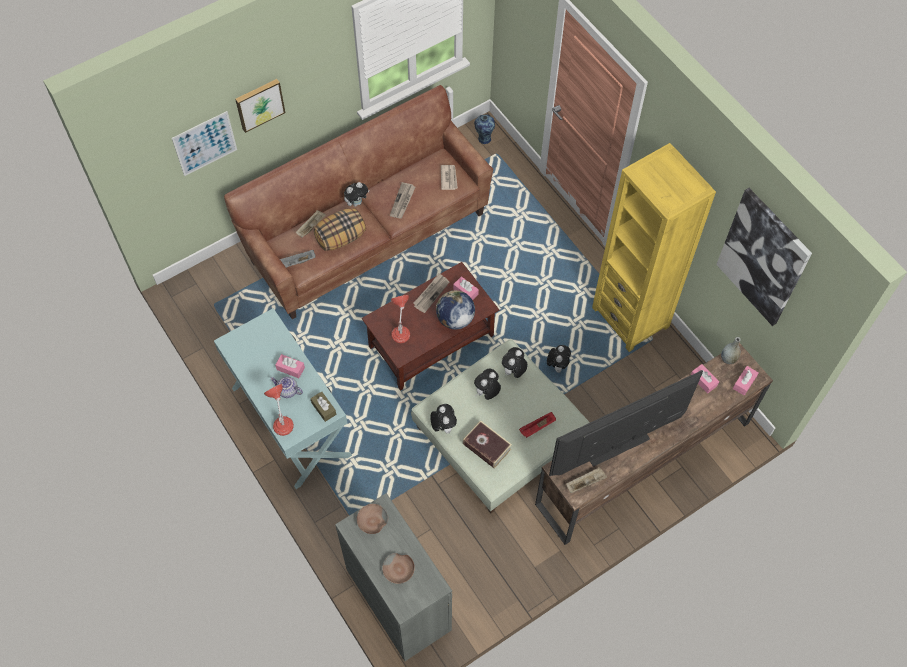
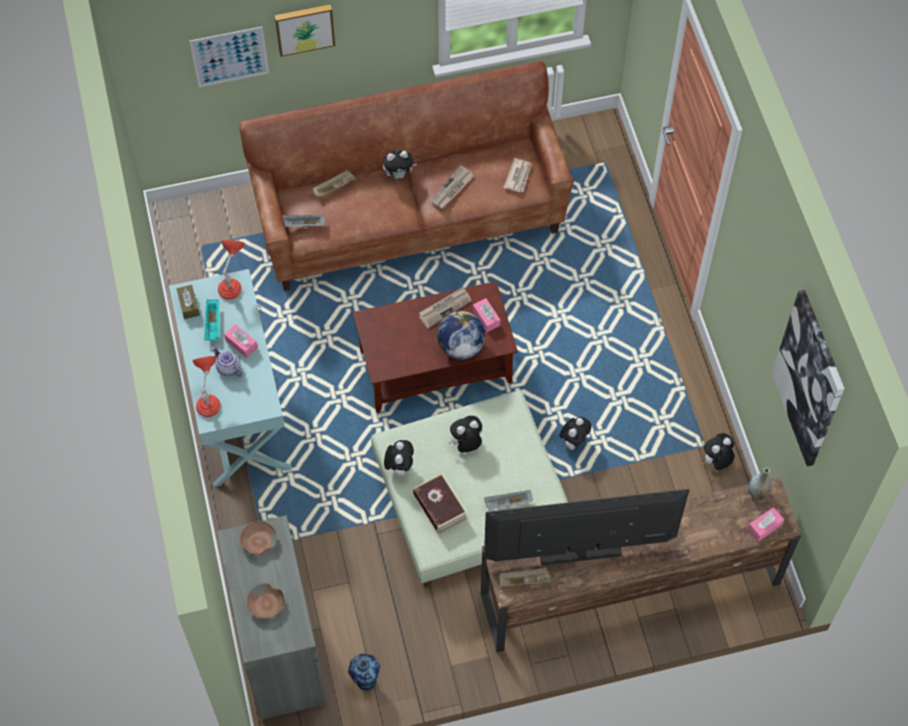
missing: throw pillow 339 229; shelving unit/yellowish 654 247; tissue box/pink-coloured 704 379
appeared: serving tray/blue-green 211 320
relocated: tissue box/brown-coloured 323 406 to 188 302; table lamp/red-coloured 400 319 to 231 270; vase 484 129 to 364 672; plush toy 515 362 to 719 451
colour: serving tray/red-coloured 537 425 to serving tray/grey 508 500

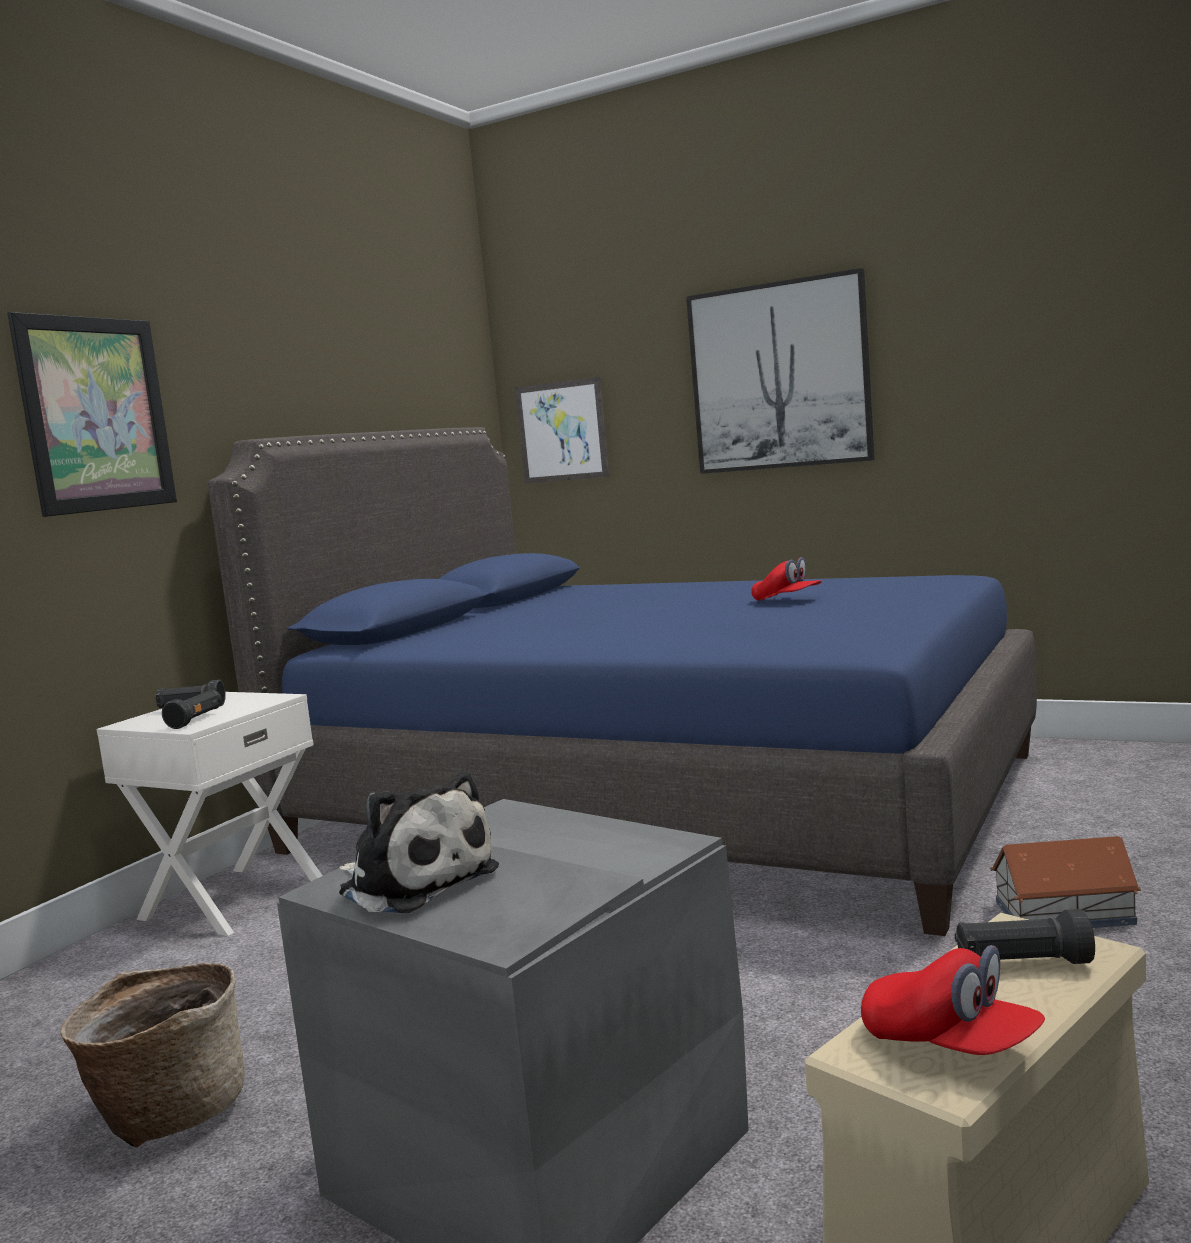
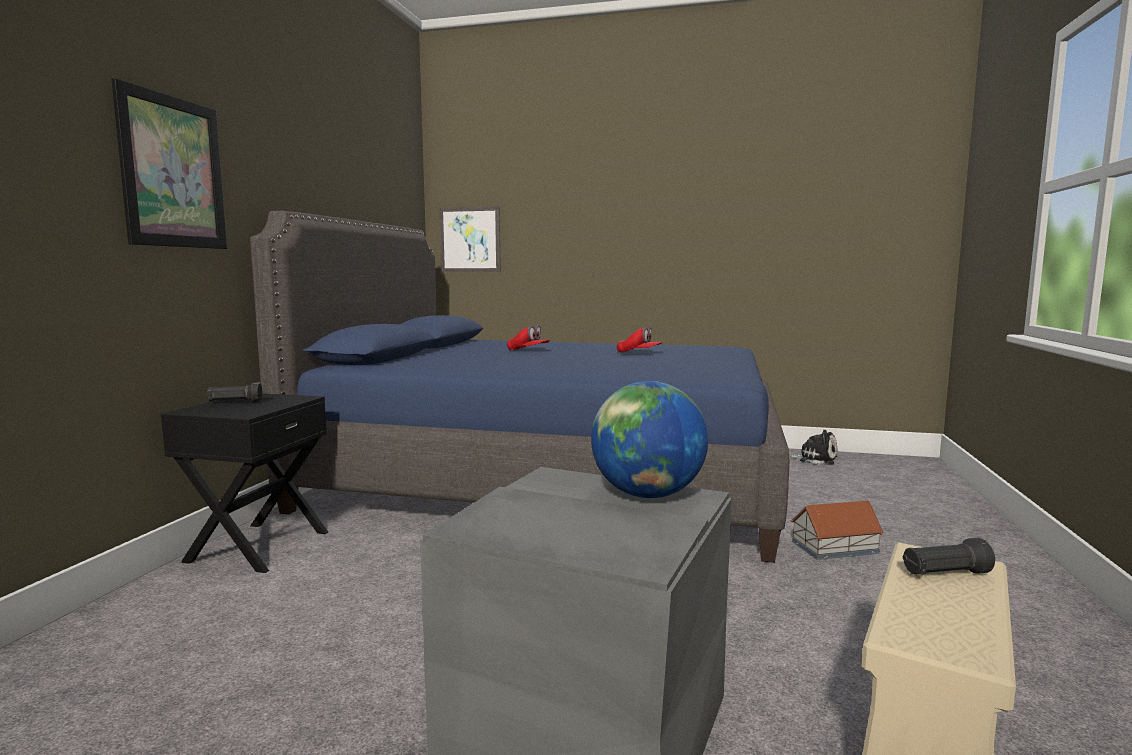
missing: storage basket 152 1055; flashlight/black 192 709; wall picture 780 371
appeared: world globe 649 439
relocated: cap/red-coloured 953 1000 to 528 337; plush toy 419 842 to 813 447
colour: nightstand/white-coloured 209 814 to nightstand/black 245 483

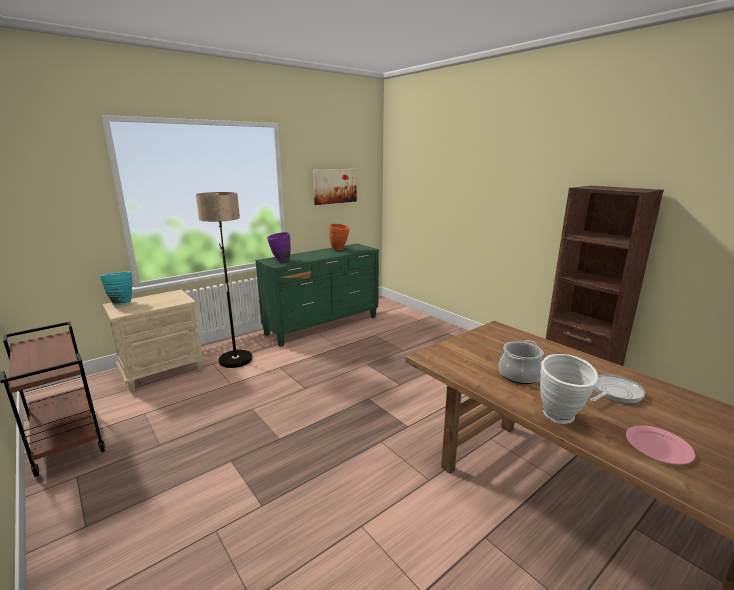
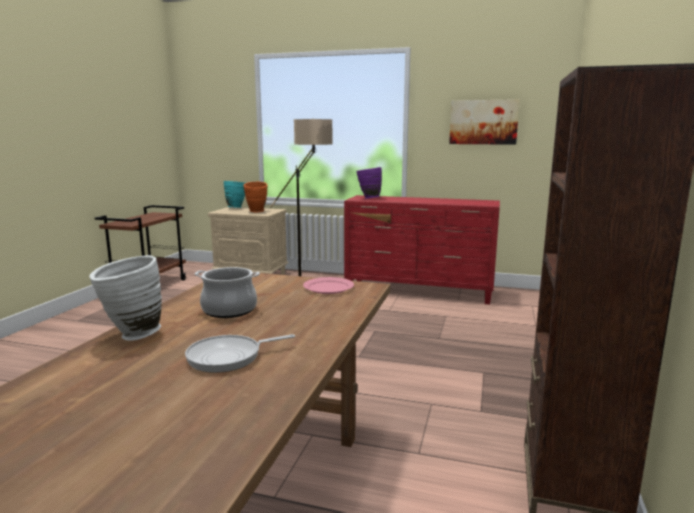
relocated: vase/orange-coloured 339 237 to 255 197; plate/pink-coloured 660 444 to 328 285
colour: dresser/greenish 317 295 to dresser/red-coloured 422 250
spun: skillet 617 389 = 240 353 135 degrees clockwise

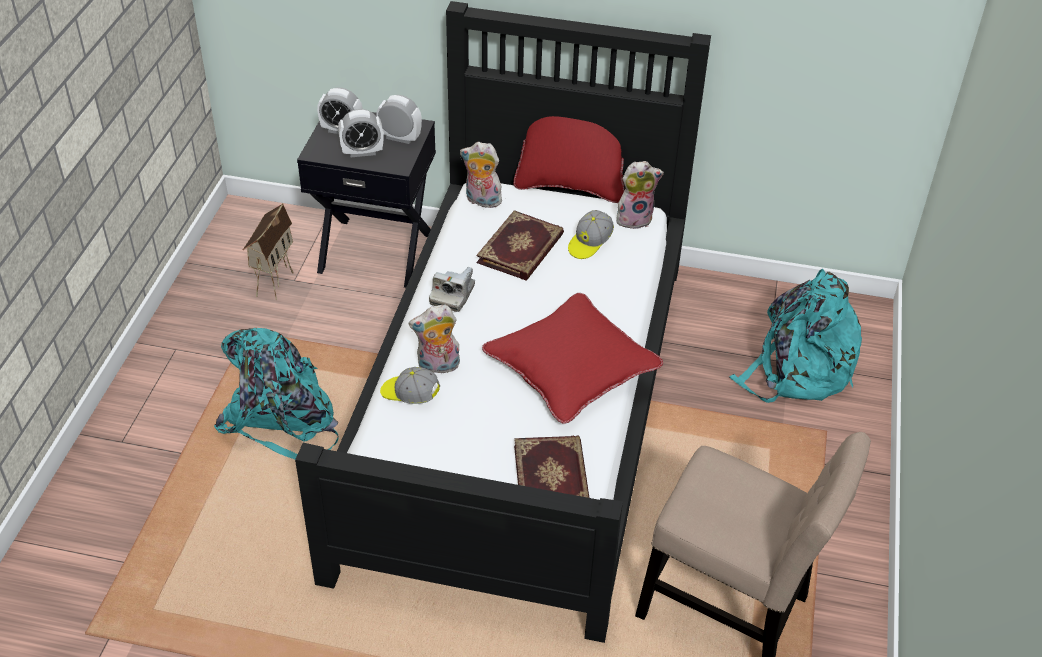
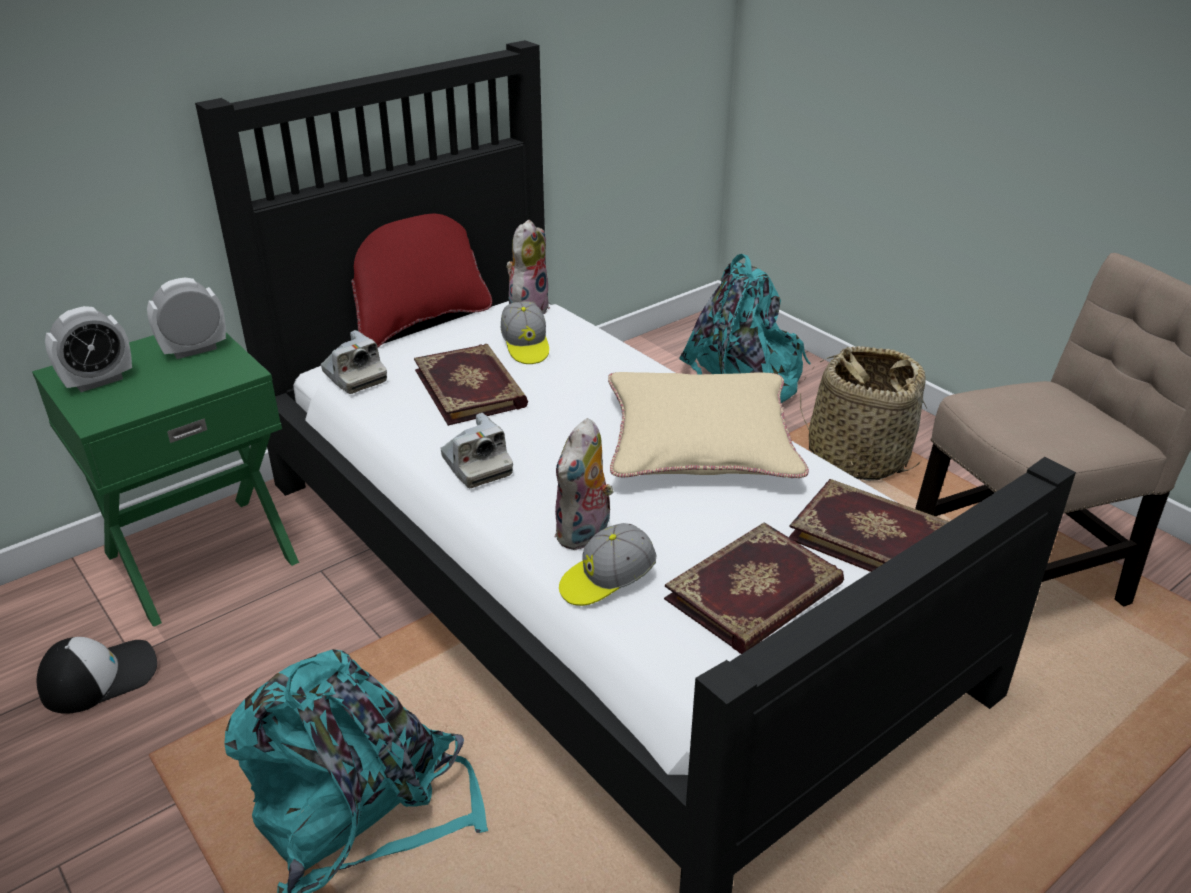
missing: bedside clock 361 133
appeared: book 754 588; storage basket 863 413
exchanged: toy house 268 251 to cap 97 675; plush toy 482 175 to still camera 354 362
colour: nightstand/black 366 200 to nightstand/greenish 165 480; throw pillow/red-coloured 572 358 to throw pillow/sand-coloured 708 425

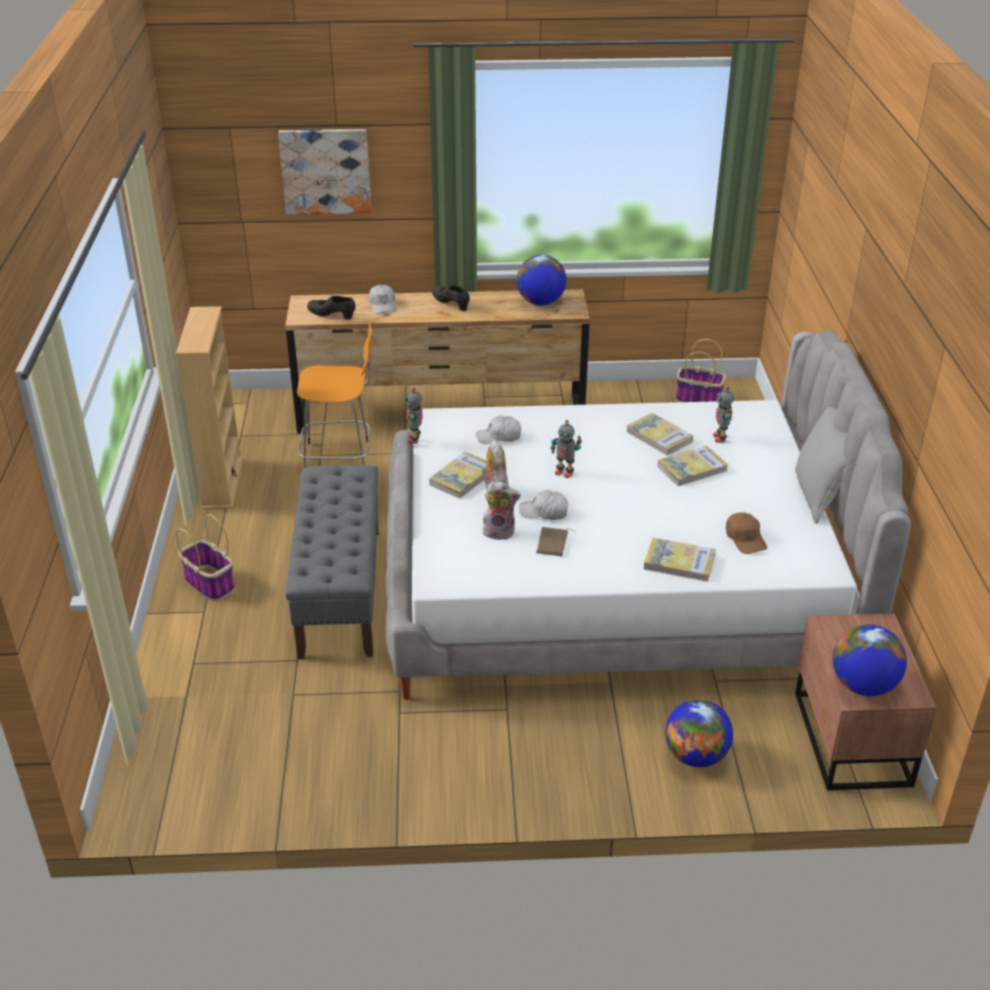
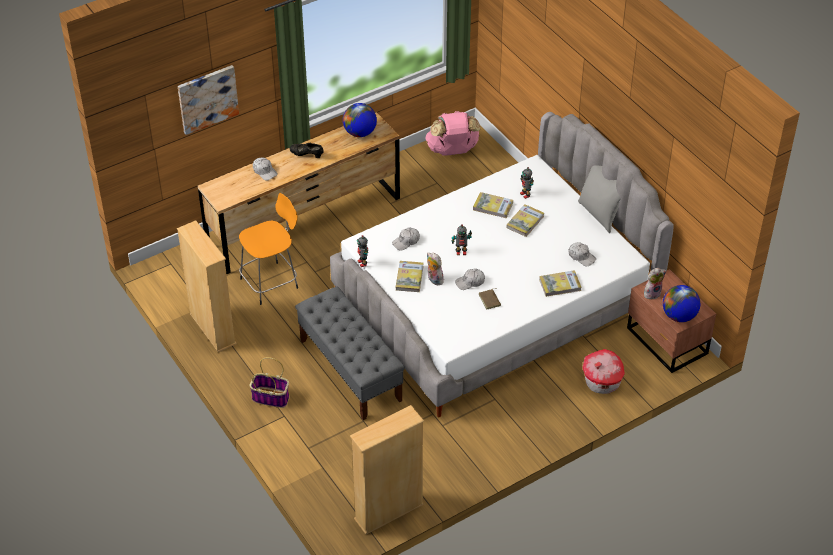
missing: shoe/black 331 308
appeared: shelving unit/sand-coloured 387 470
relocated: plush toy 501 510 to 655 283
exchanged: storage basket 701 370 to backpack/pink-coloured 452 133; world globe 699 733 to toy house 604 371
colour: cap/brown-coloured 746 533 to cap/white-coloured 582 254

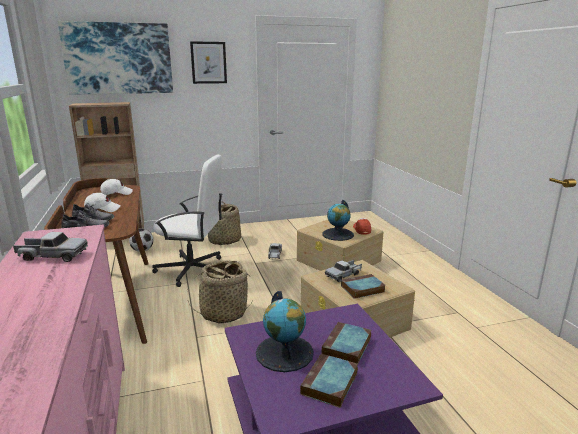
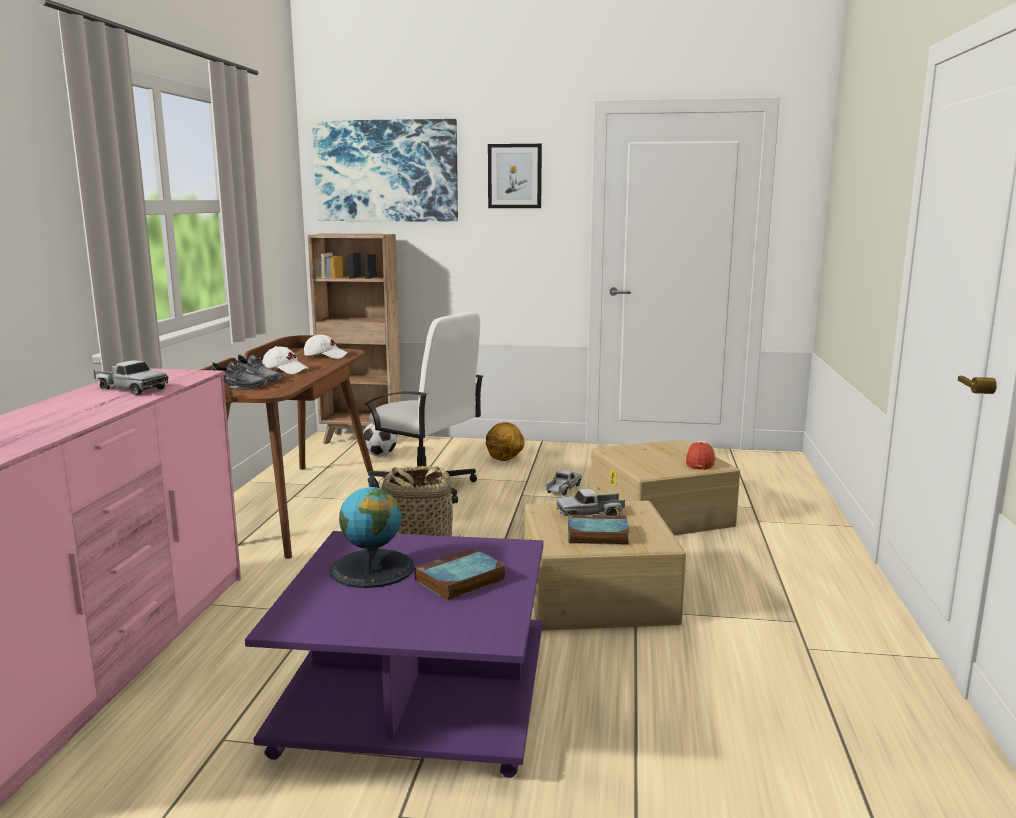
missing: book 329 380; world globe 338 220
exchanged: storage basket 224 223 to ball for basketball 505 441

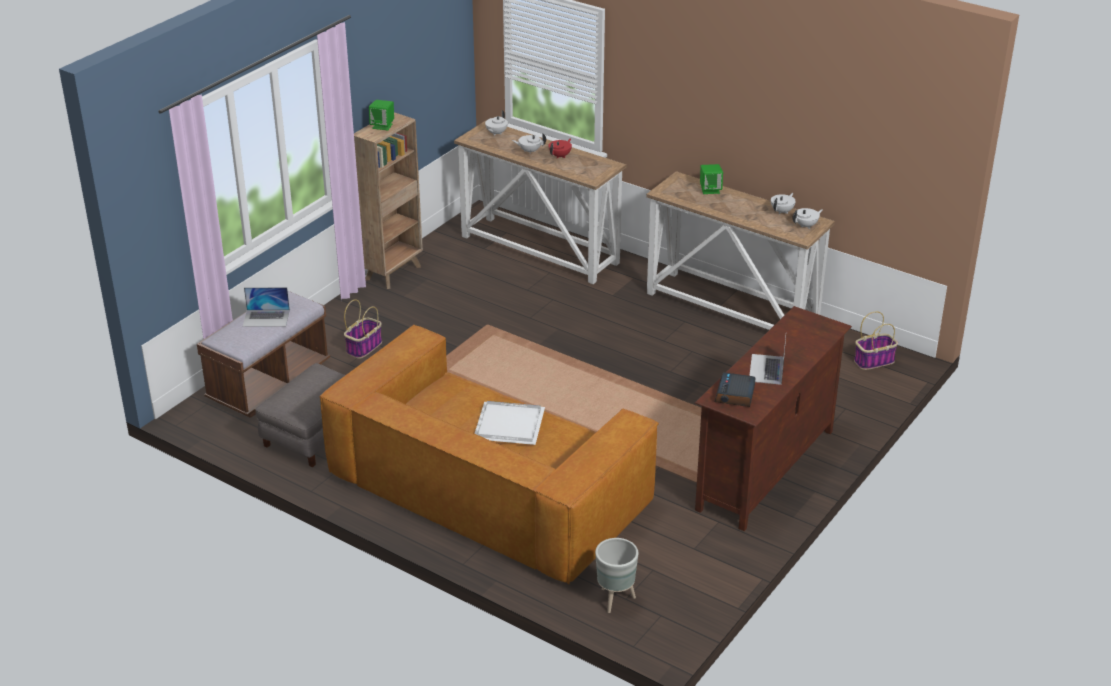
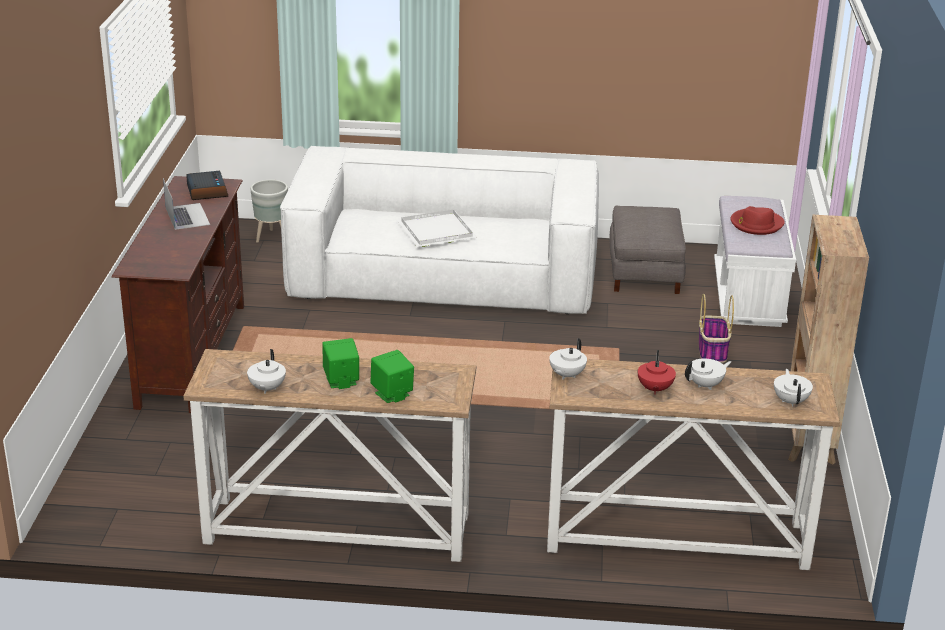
missing: storage basket 876 340
relocated: audio speaker/greenish 381 115 to 340 363; tea pot/white-coloured 807 218 to 568 359
exchanged: notebook computer 266 307 to hat/red-coloured 757 220
colour: sofa/brown-coloured 489 454 to sofa/white-coloured 439 230; long seat/brown-coloured 263 354 to long seat/white-coloured 755 261

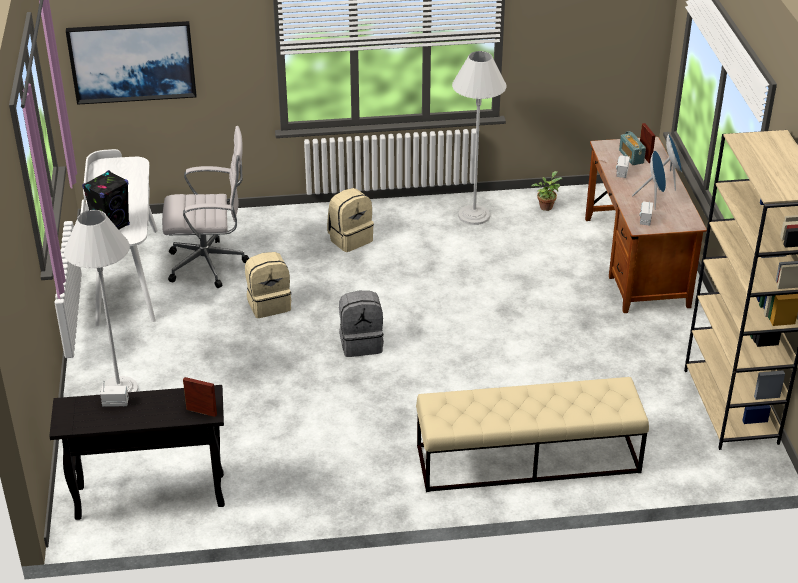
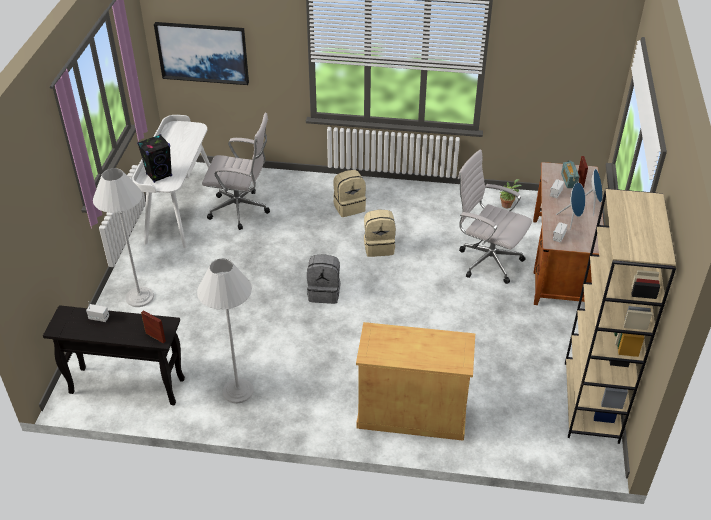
appeared: desk chair/white-coloured 495 216
relocated: floor lamp/white-coloured 479 138 to 225 331; backpack/sand-coloured 268 285 to 380 233
exchanged: long seat/sand-coloured 532 434 to cupboard/sand-coloured 415 381

